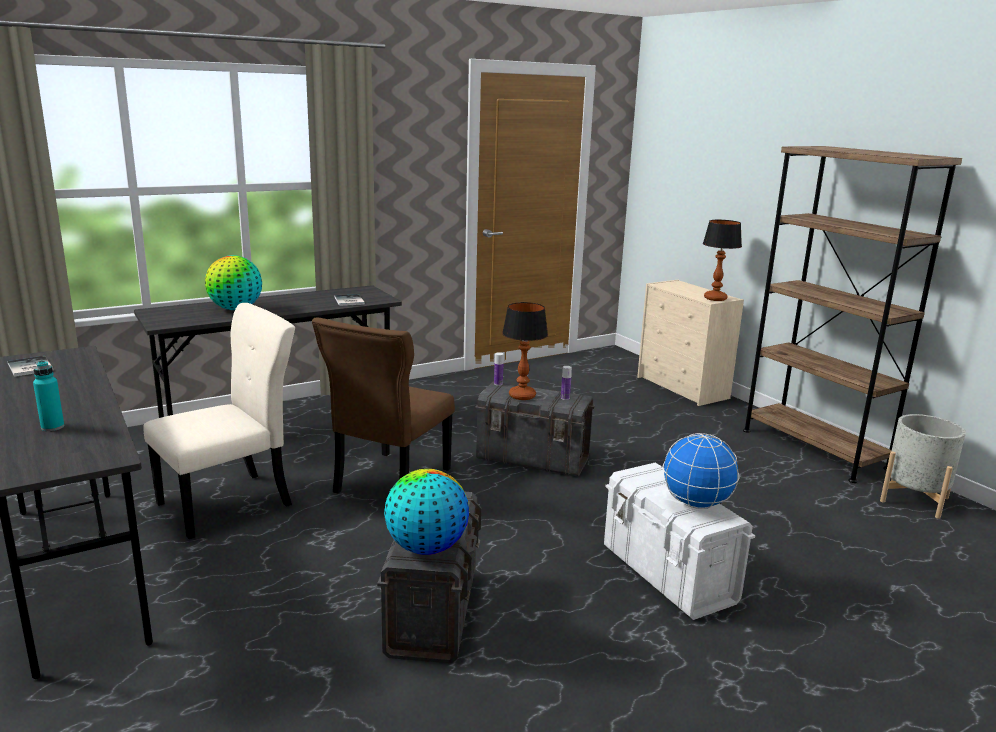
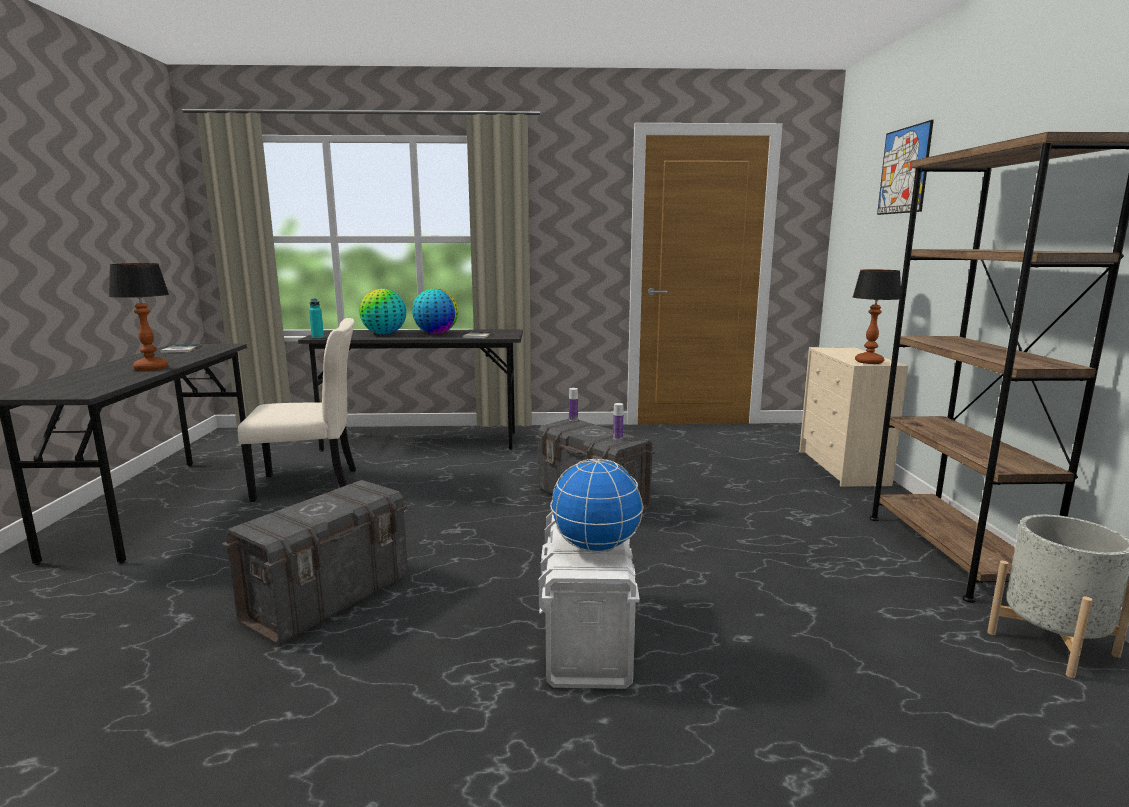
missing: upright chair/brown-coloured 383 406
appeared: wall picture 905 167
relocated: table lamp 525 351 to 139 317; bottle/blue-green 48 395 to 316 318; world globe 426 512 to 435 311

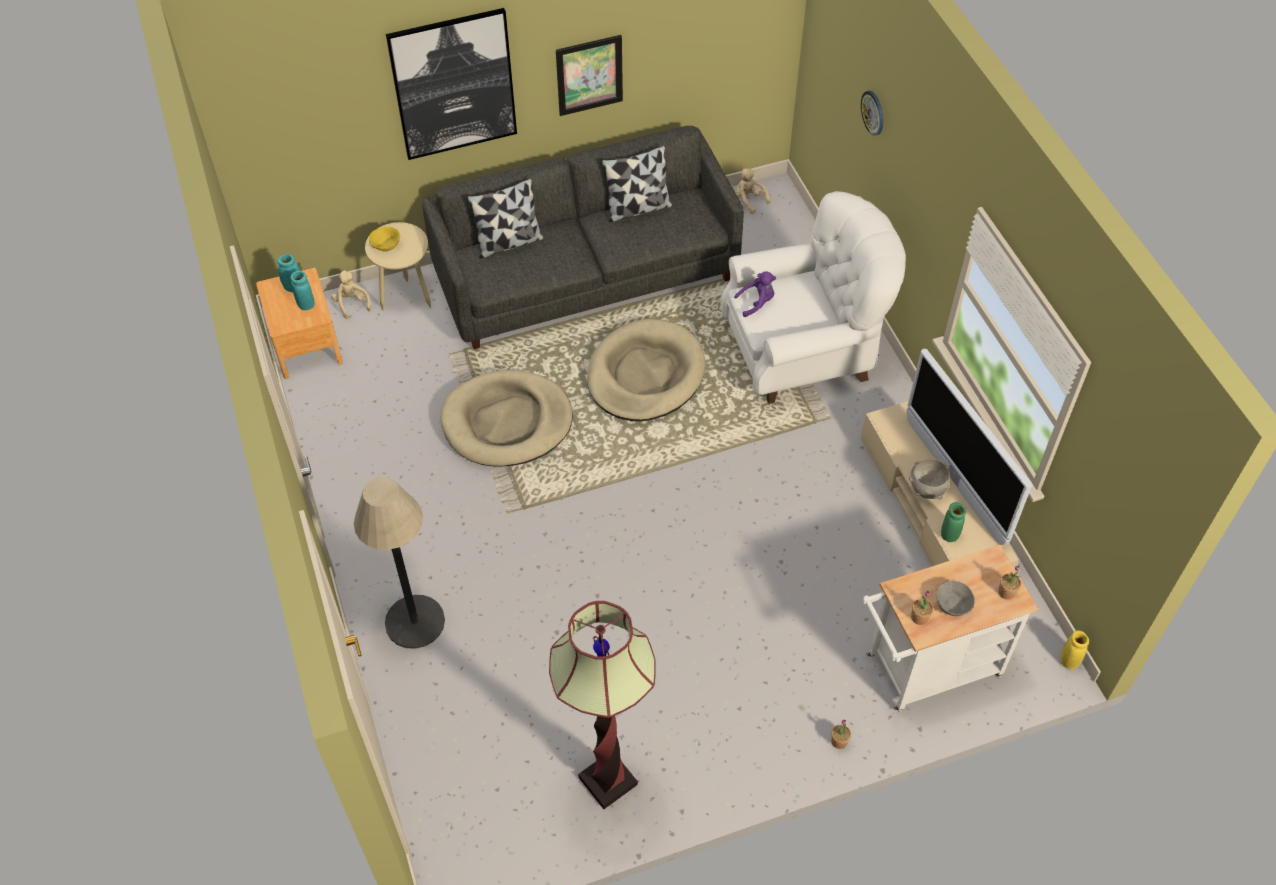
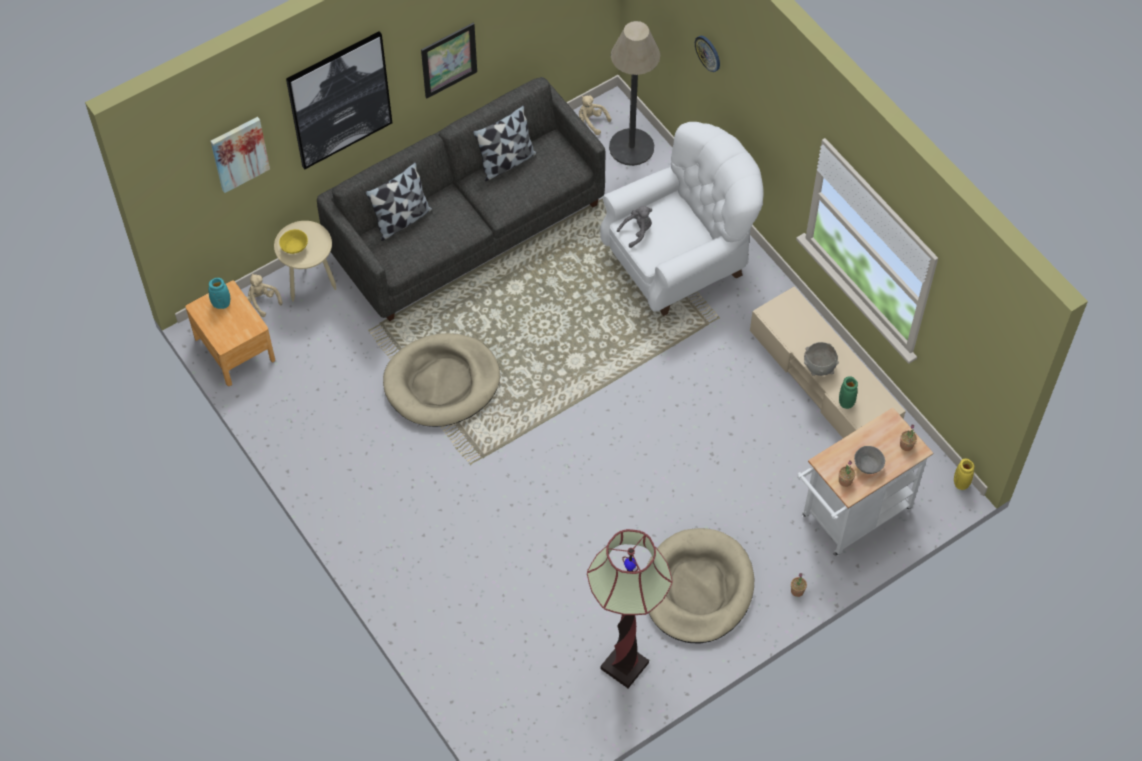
missing: vase/blue-green 302 290; TV 969 447
appeared: wall picture 240 155
relocated: floor lamp 399 563 to 634 93; dog bed/sand-coloured 646 370 to 700 585
colour: plush toy/purplish 755 294 to plush toy/grey 634 227

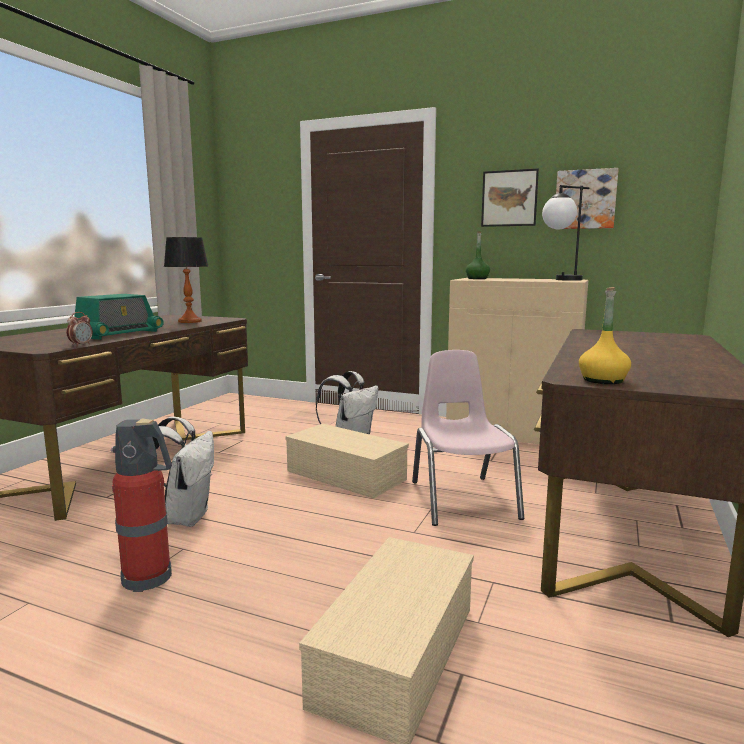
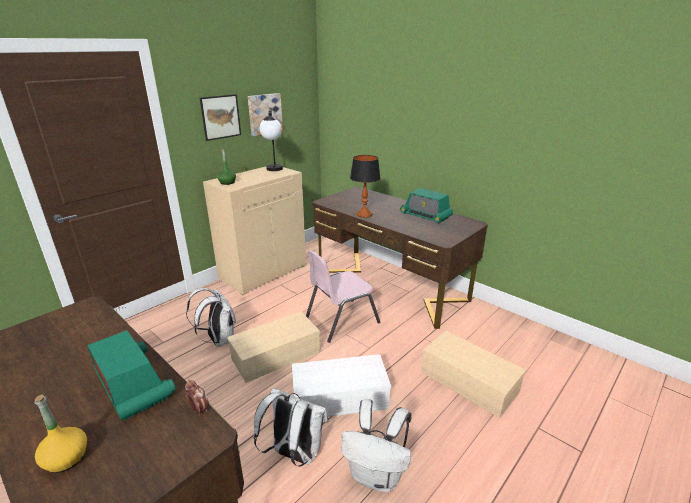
appeared: storage bin/white-coloured 341 385; radio 426 206
relocated: bottle/yellowish 605 335 to 60 434; table lamp 186 280 to 365 186
exchanged: fire extinguisher 141 505 to backpack/white-coloured 376 445
spun: upright chair/pink-coloured 468 438 = 343 296 45 degrees counterclockwise

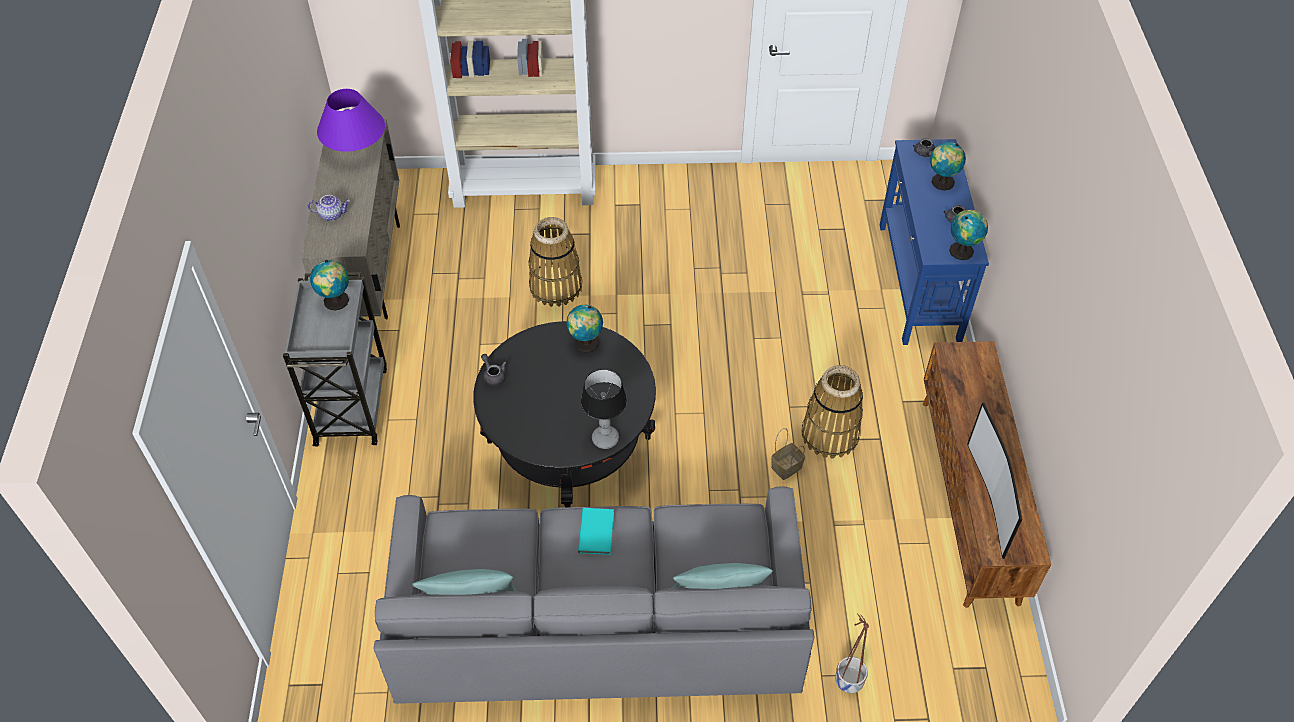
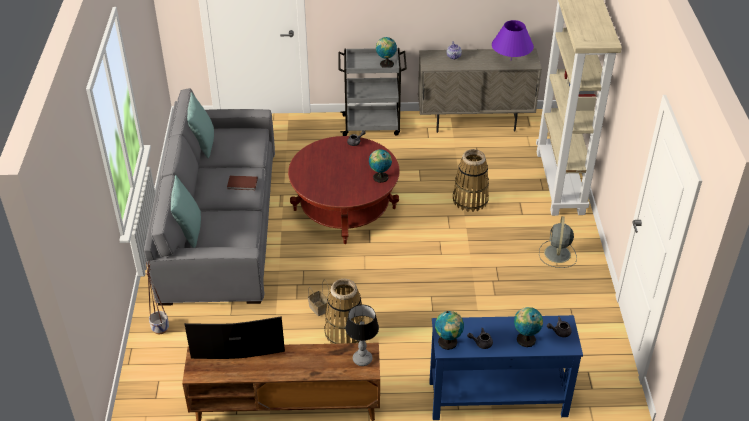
appeared: cooling fan/grey 558 242
relocated: table lamp 604 409 to 362 335
colour: book/blue-green 596 531 to book/brown-coloured 242 183; coffee table/black 564 414 to coffee table/red-coloured 344 190

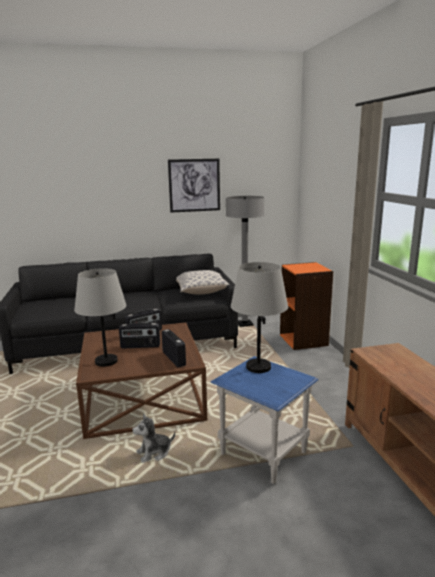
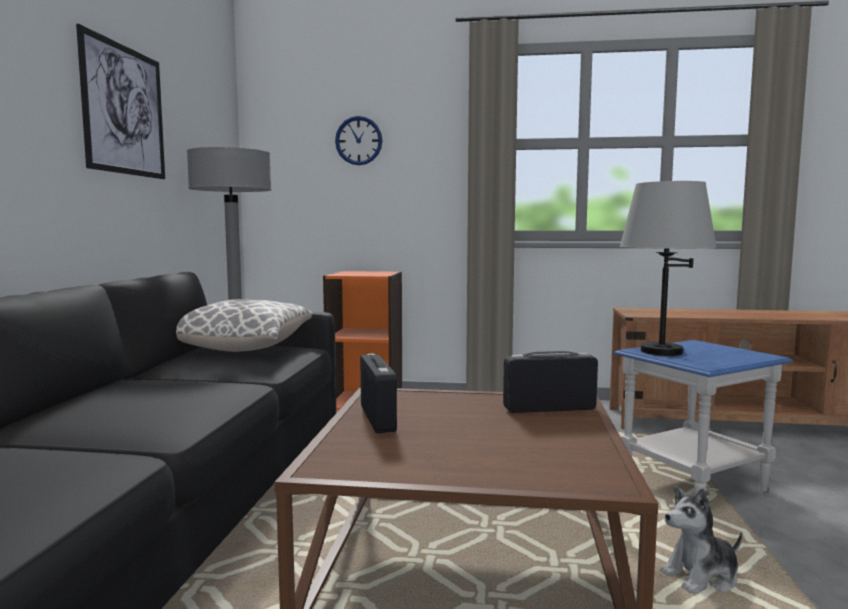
missing: table lamp/grey 100 317; radio 139 336
appeared: wall clock 358 140
spun: plush toy 153 438 = 701 540 75 degrees clockwise

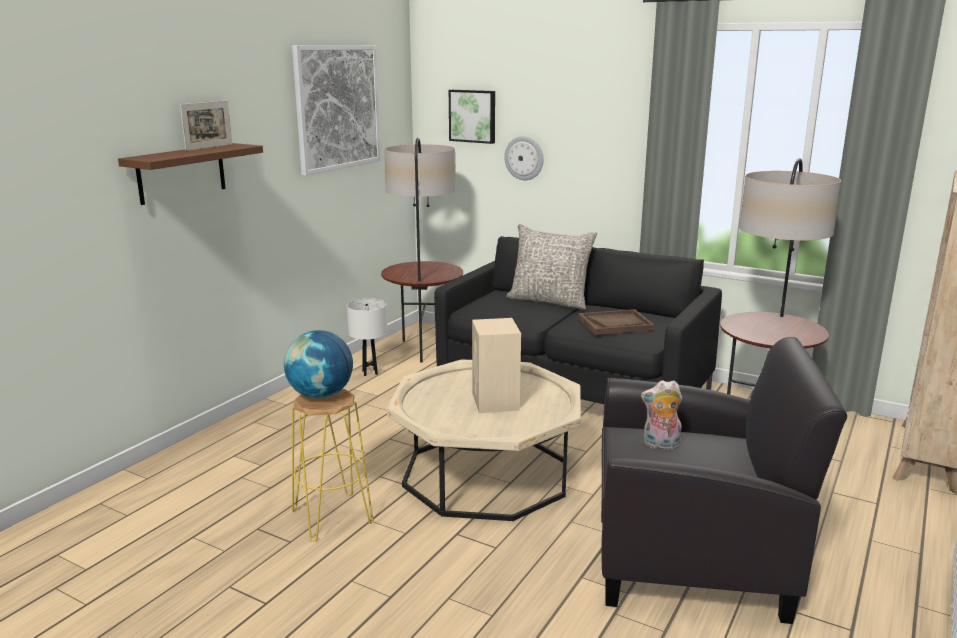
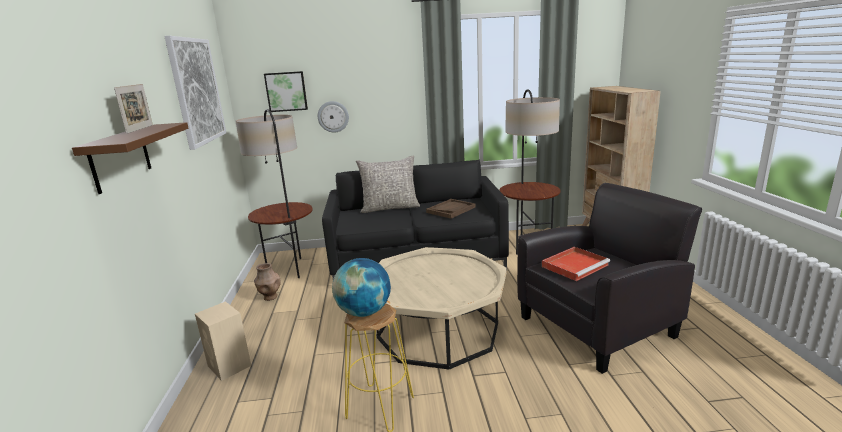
relocated: audio speaker/sand-coloured 496 365 to 223 341
exchanged: table lamp/white-coloured 367 337 to vase/brown-coloured 267 282; plush toy 661 415 to serving tray/red-coloured 576 264

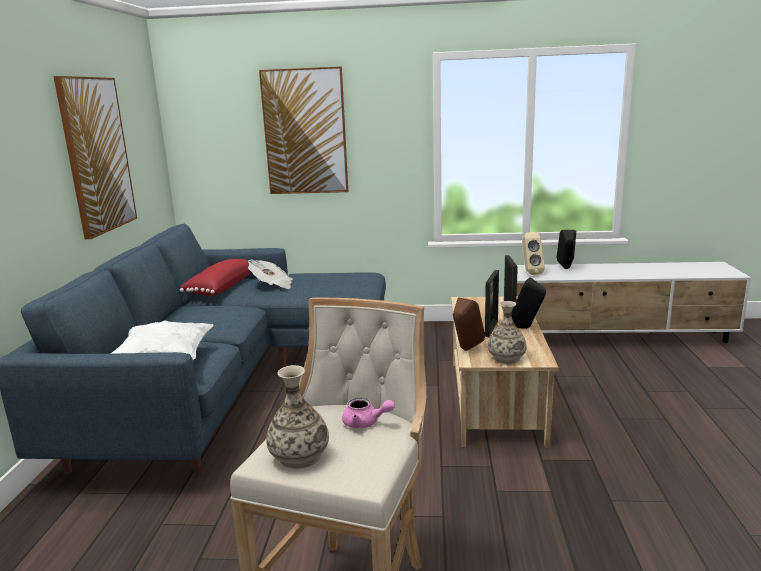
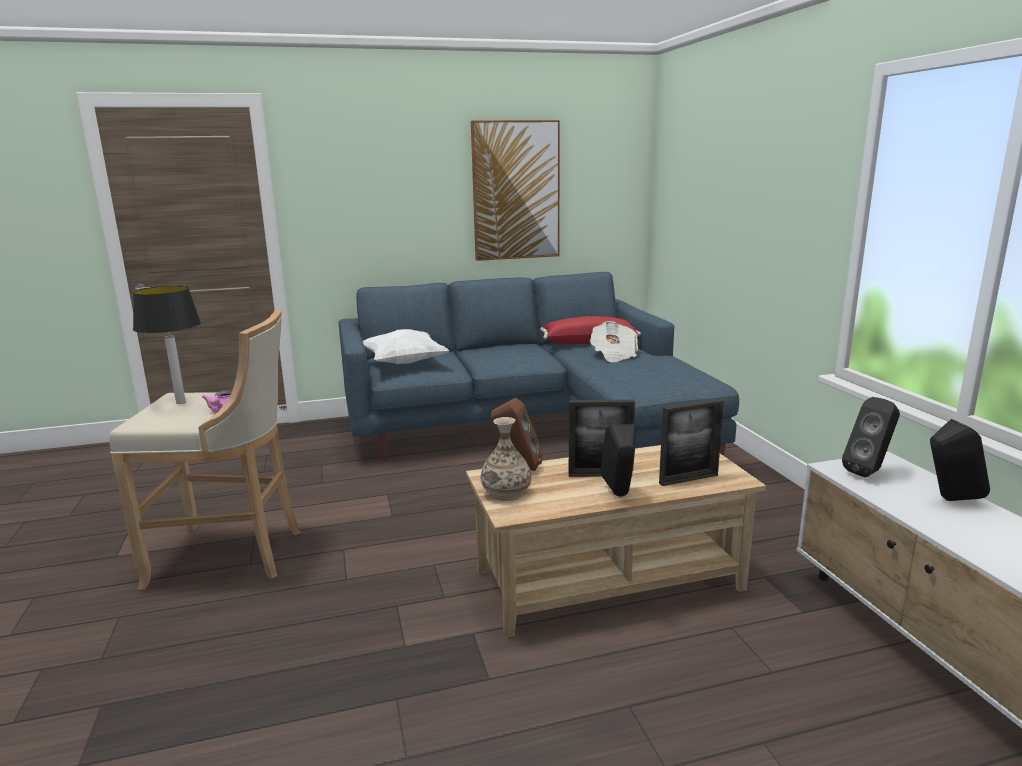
missing: wall picture 303 130
exchanged: vase 297 416 to table lamp 167 344
colour: audio speaker/sand-coloured 533 253 to audio speaker/black 871 437

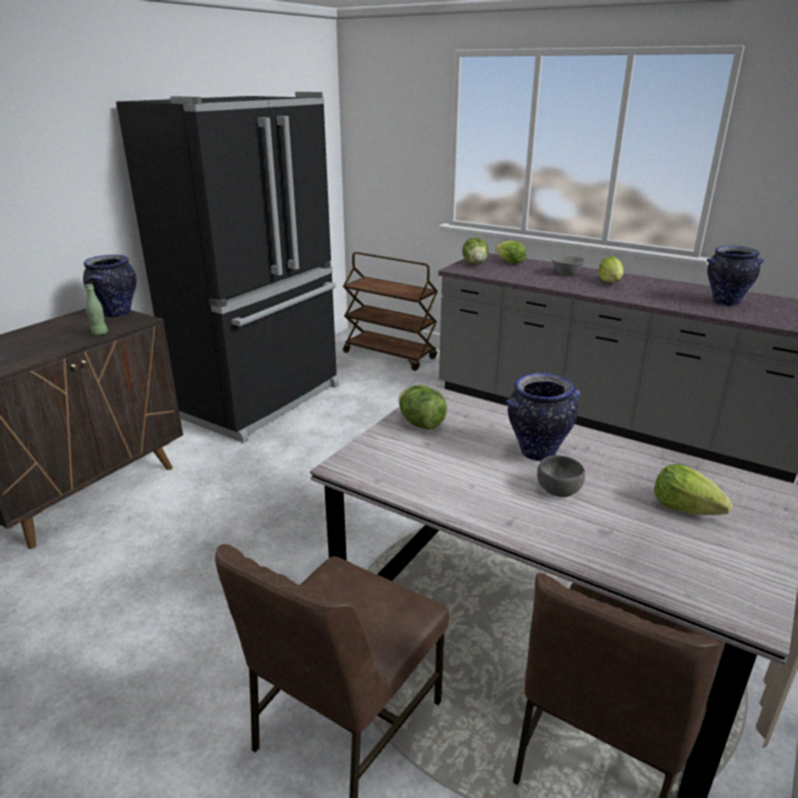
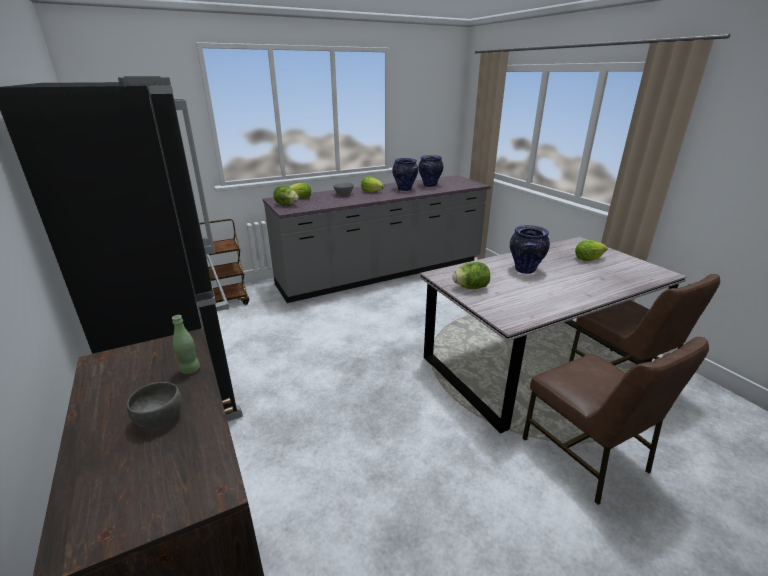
relocated: serving bowl/grey 561 476 to 154 405; vase 110 286 to 405 174

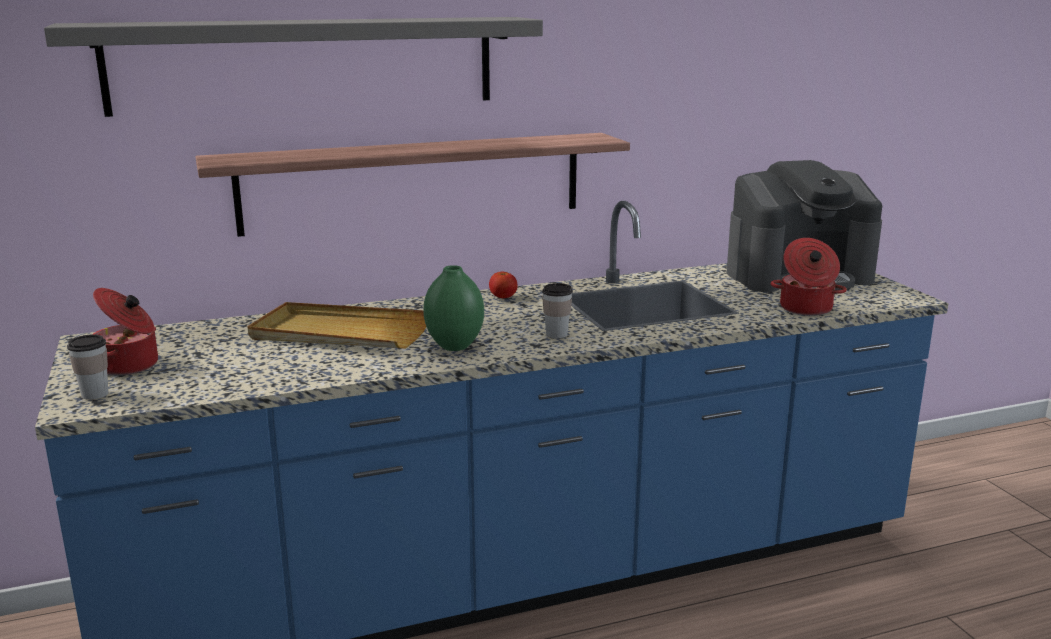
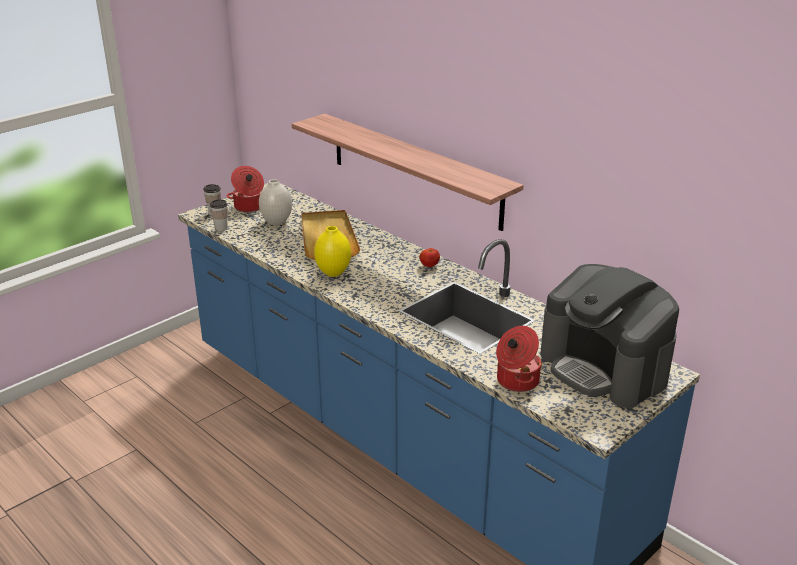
missing: bracket shelf/grey 293 67
appeared: vase/white-coloured 275 202
relocated: drinking cup 557 311 to 219 215
colour: vase/greenish 453 308 to vase/yellowish 332 251

